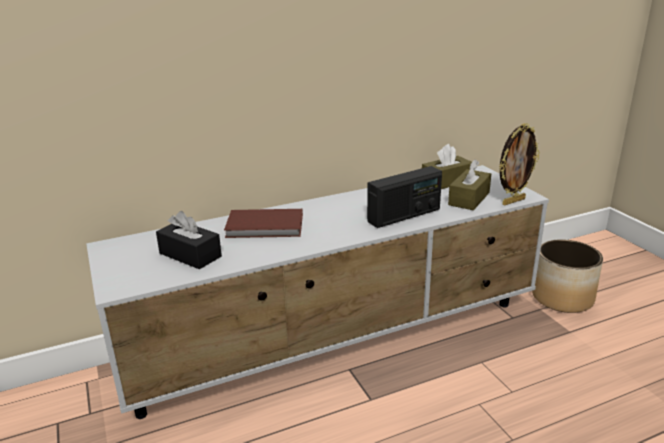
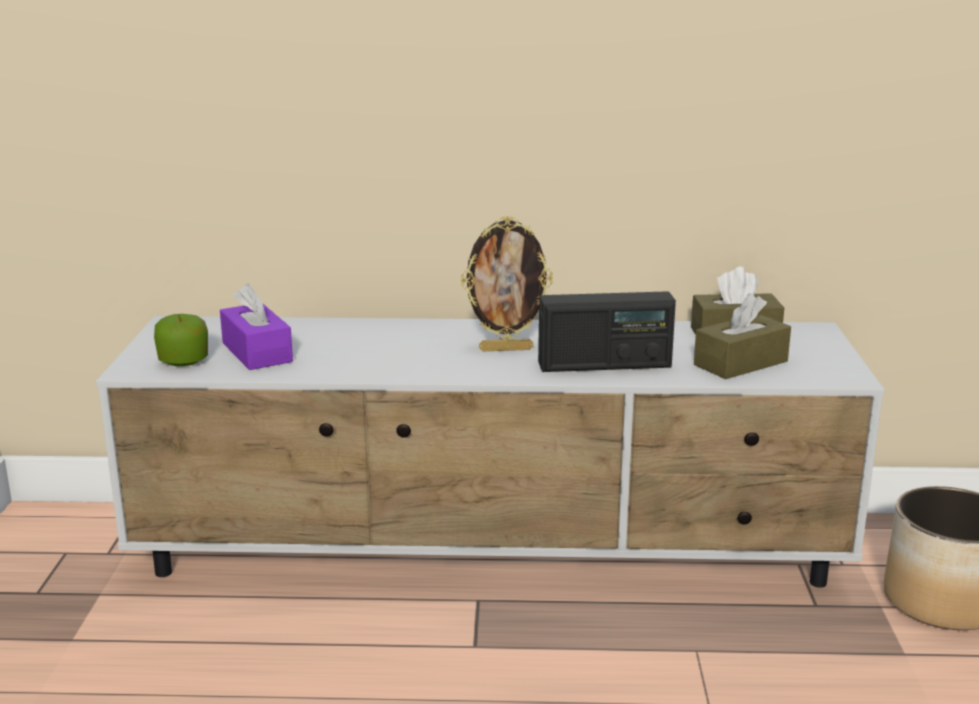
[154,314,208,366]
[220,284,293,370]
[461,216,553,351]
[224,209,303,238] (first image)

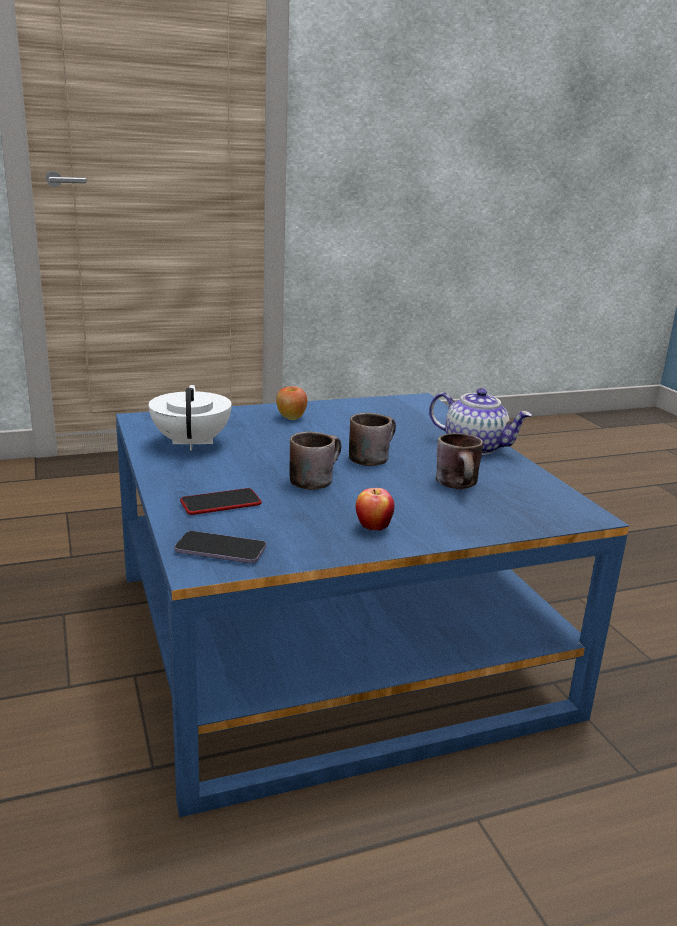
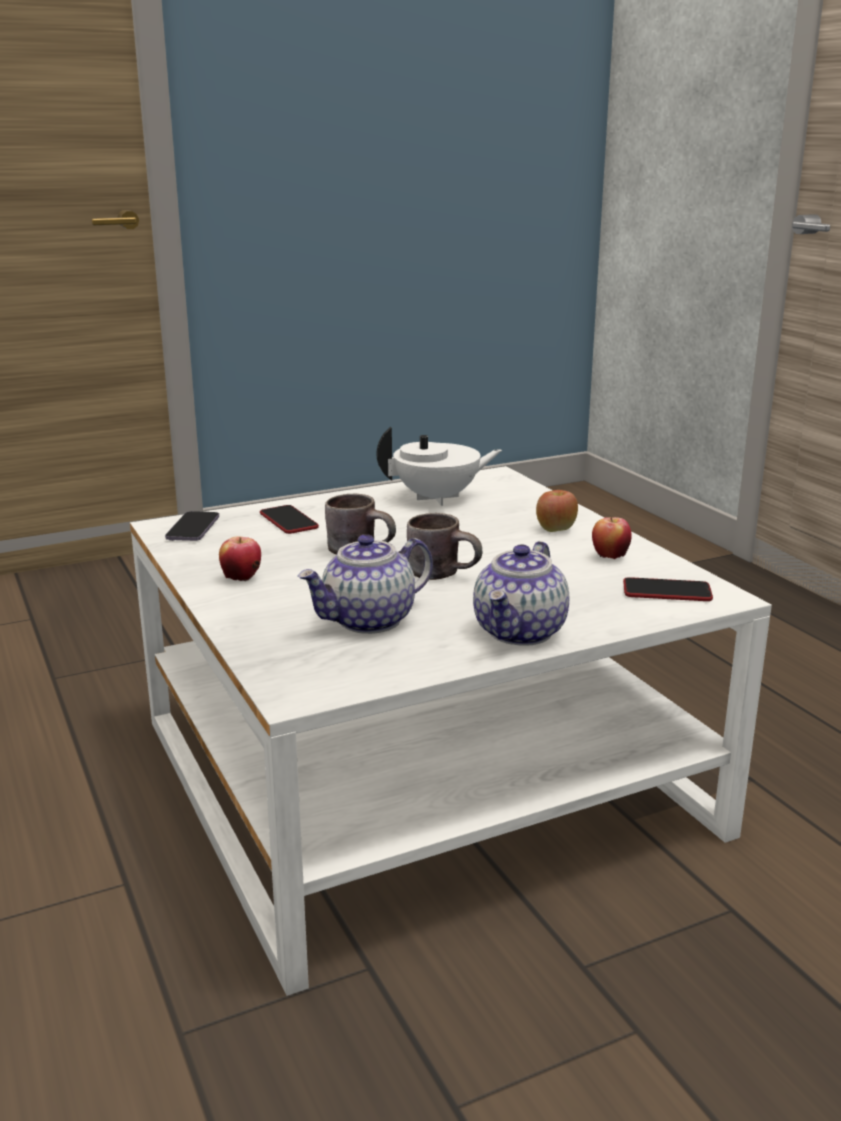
[130,466,772,996]
[298,534,433,634]
[592,517,632,559]
[623,577,713,601]

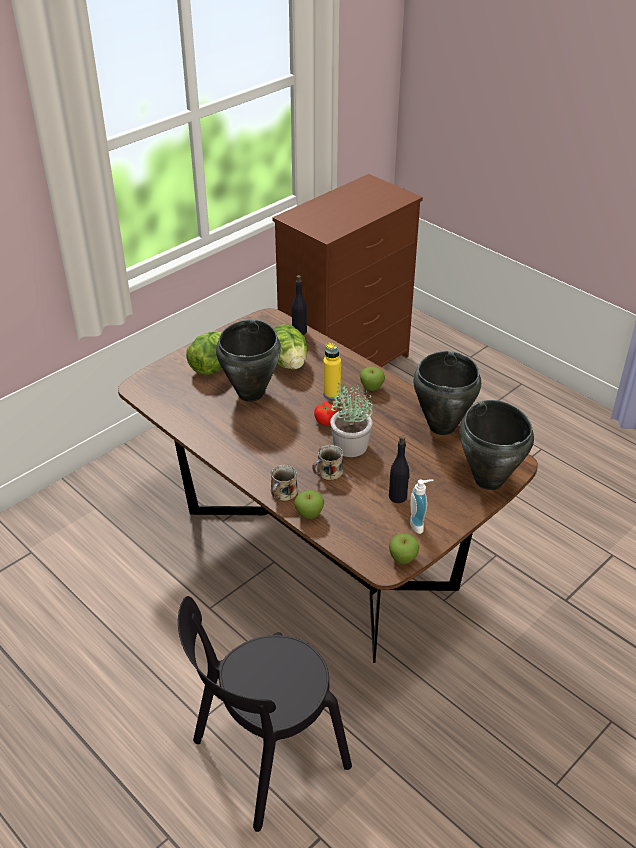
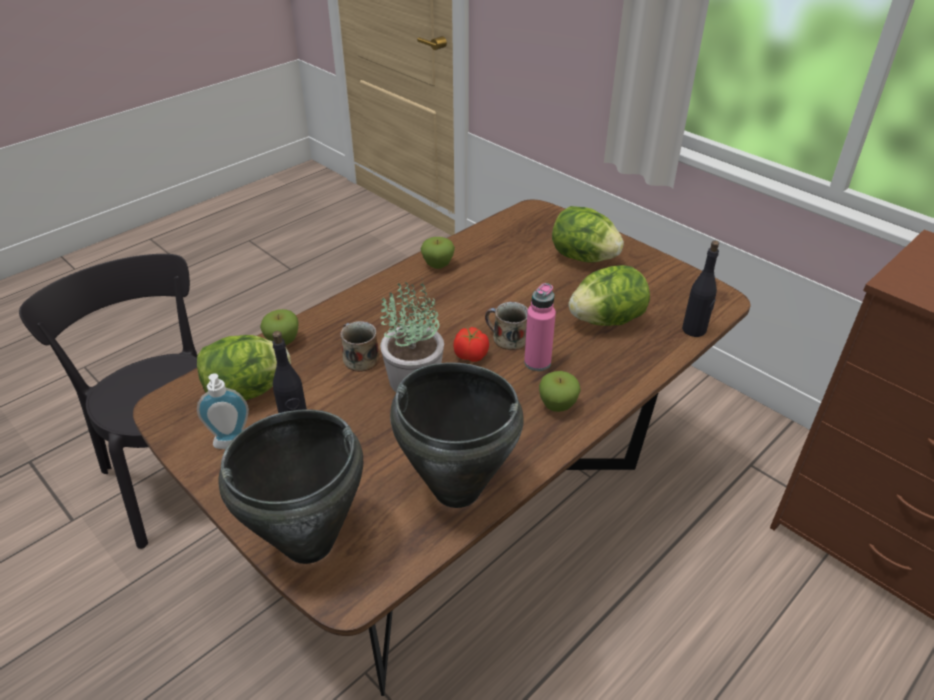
[197,335,291,401]
[421,237,455,269]
[485,302,528,350]
[524,283,556,371]
[216,319,281,402] (first image)

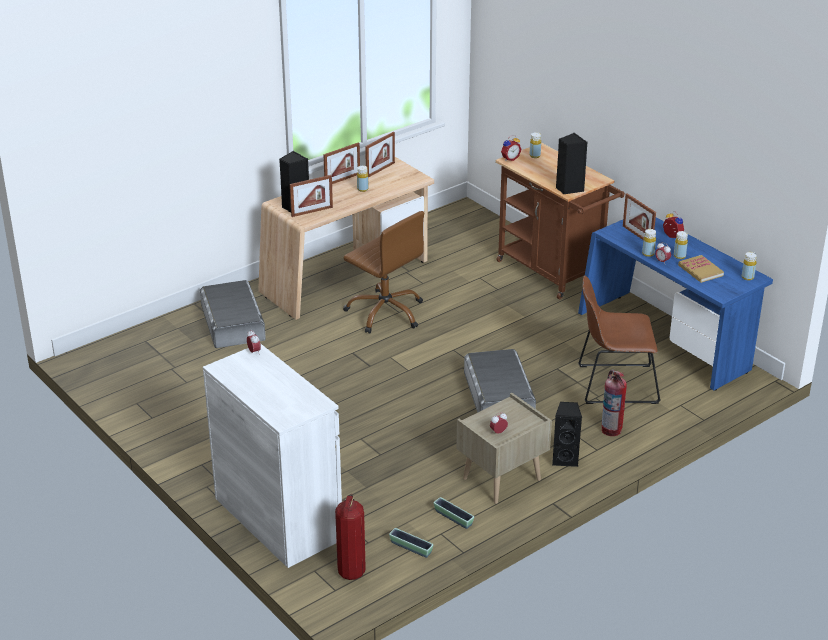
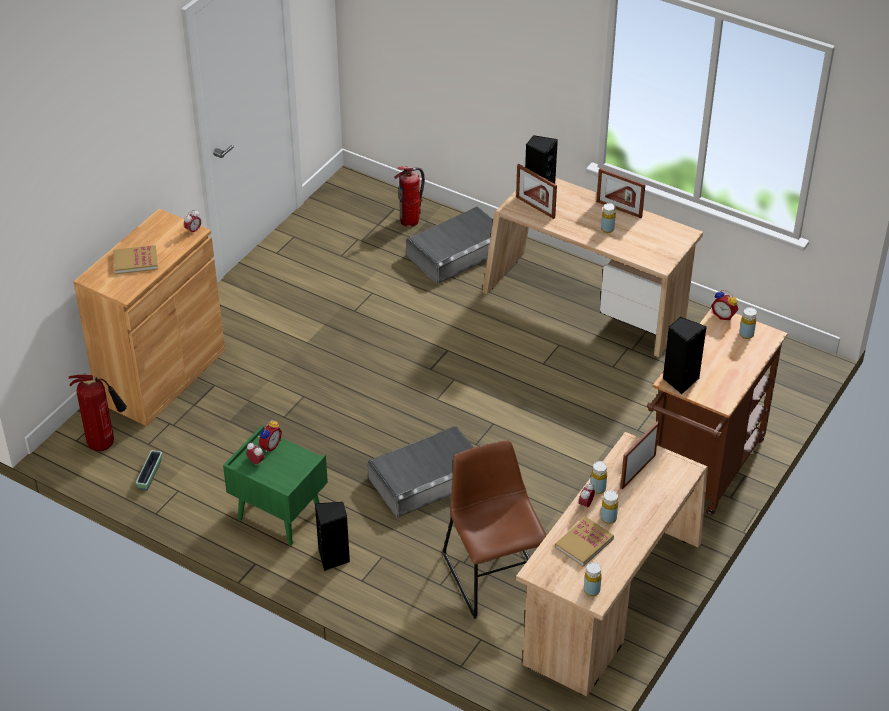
[73,209,225,426]
[113,245,158,274]
[223,426,328,545]
[257,420,282,452]
[394,166,425,227]
[516,432,708,696]
[343,211,424,334] (first image)
[365,132,395,178] (first image)
[433,497,474,529] (first image)

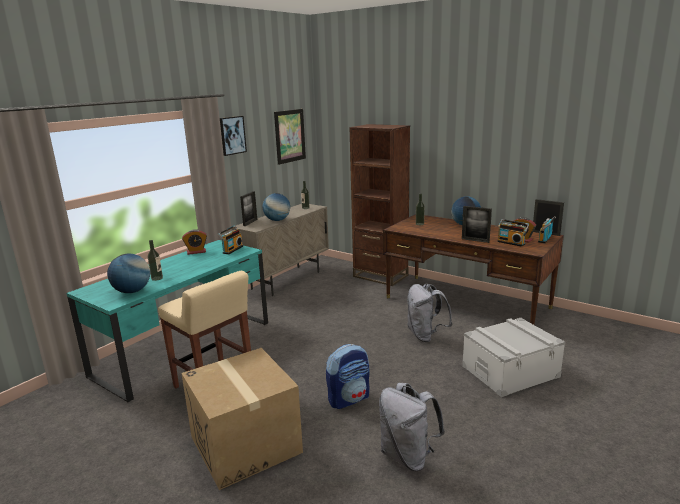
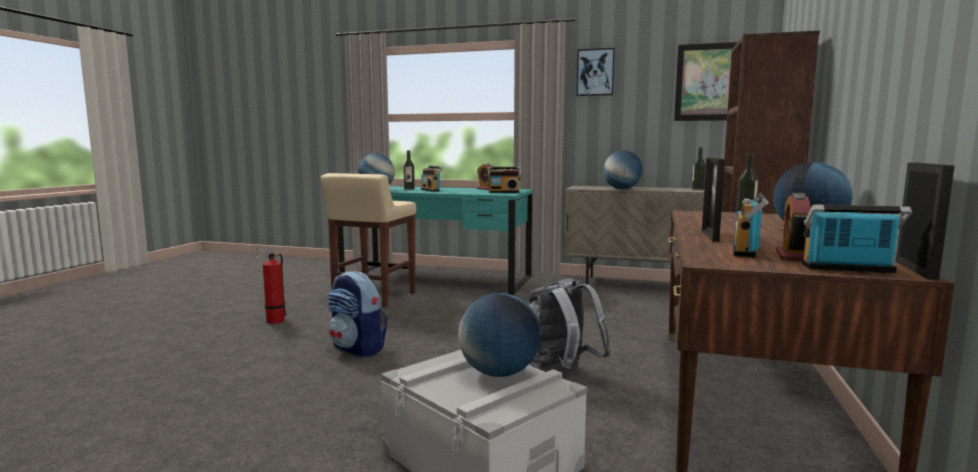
[255,248,286,324]
[421,166,443,192]
[458,293,541,377]
[240,191,257,226] (first image)
[379,383,445,471] (first image)

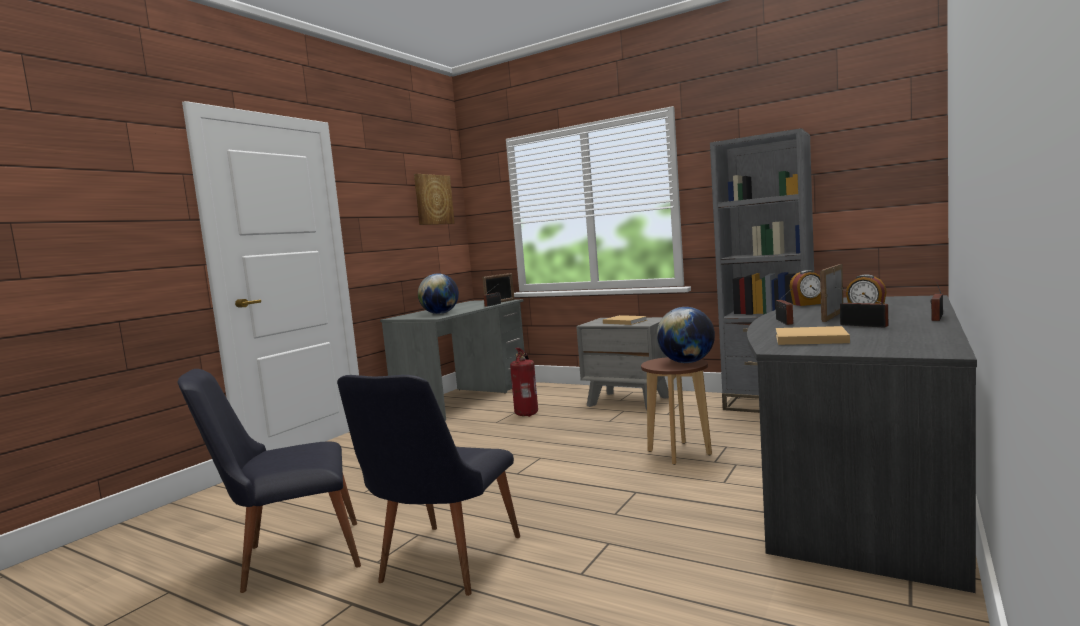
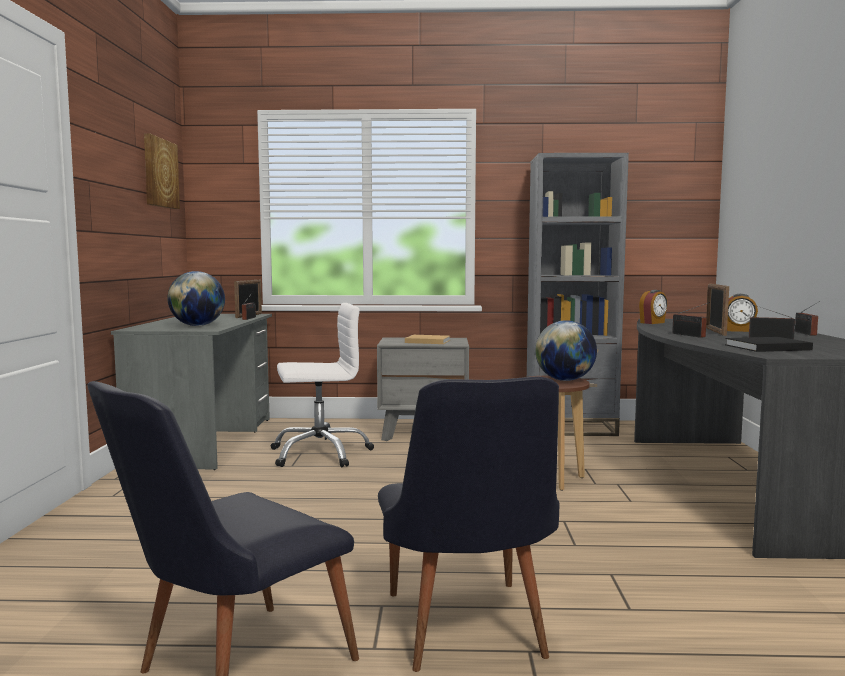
[271,303,374,467]
[725,337,813,352]

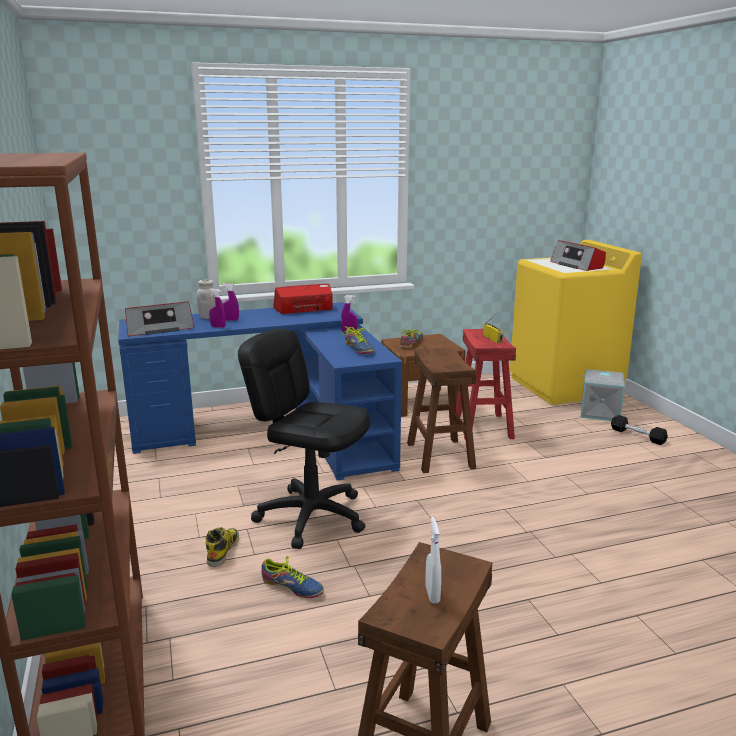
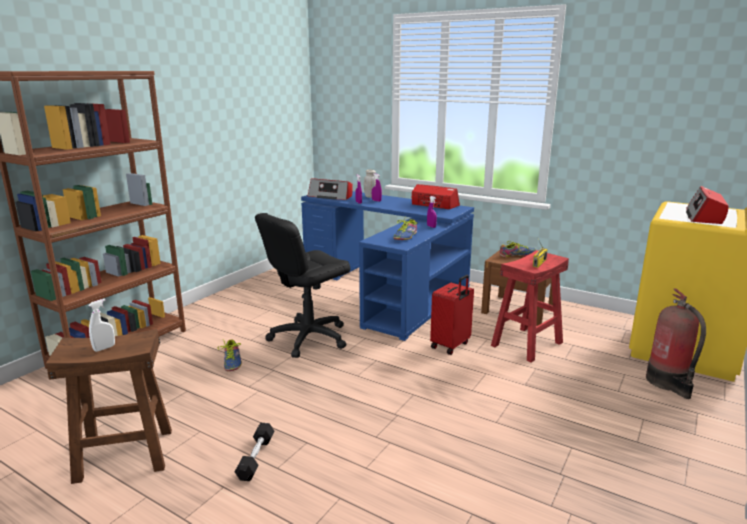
[235,423,274,481]
[255,213,350,358]
[430,275,474,355]
[646,288,706,399]
[206,527,239,567] (first image)

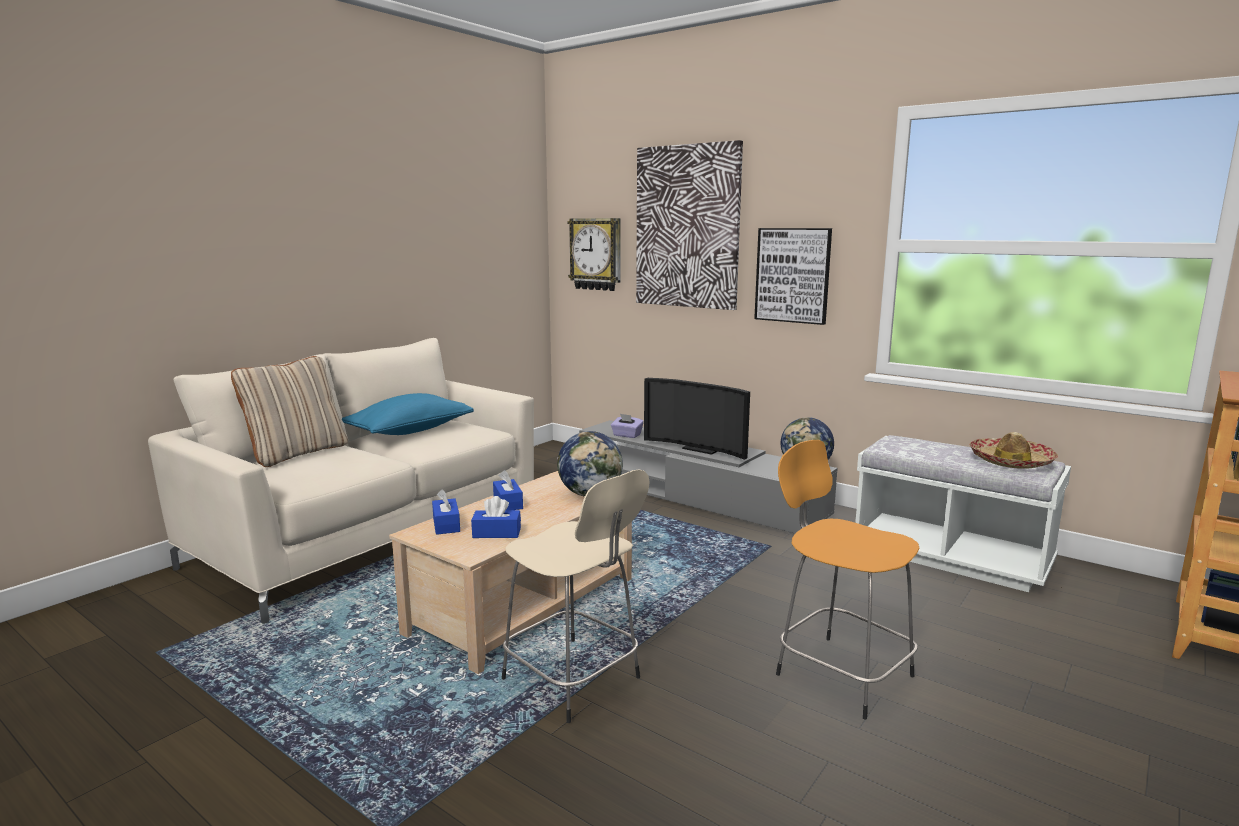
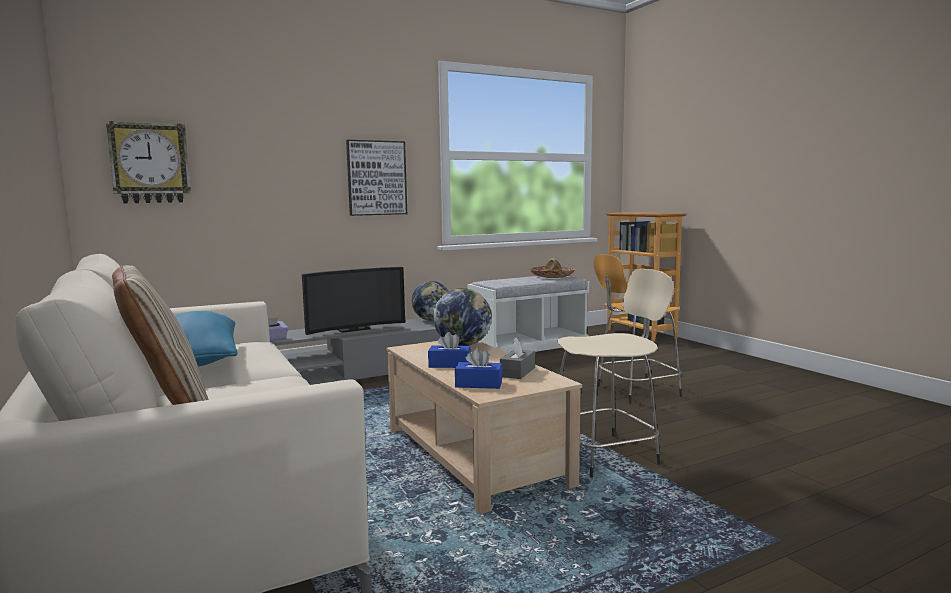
[500,338,535,379]
[636,140,743,310] (first image)

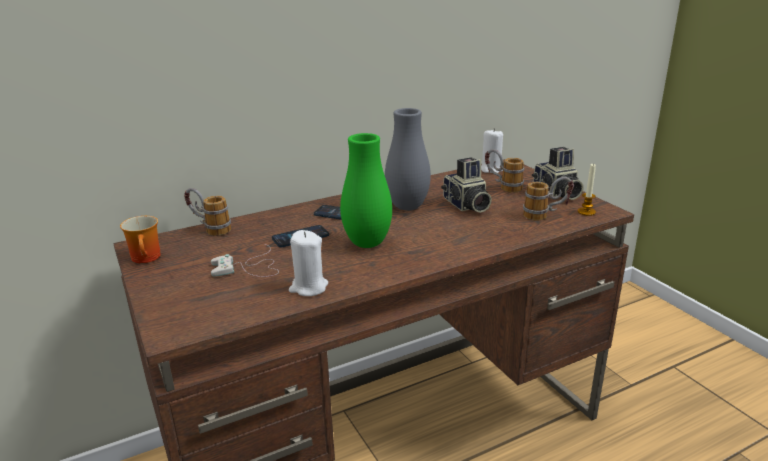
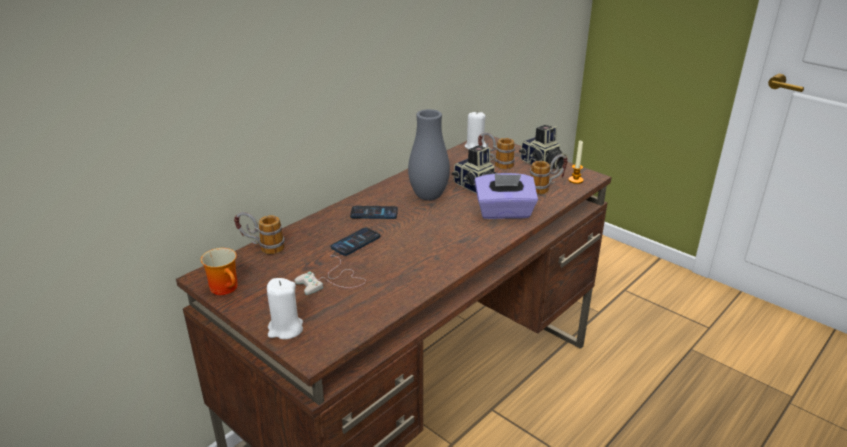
[267,278,303,339]
[474,173,538,219]
[340,133,392,248] (first image)

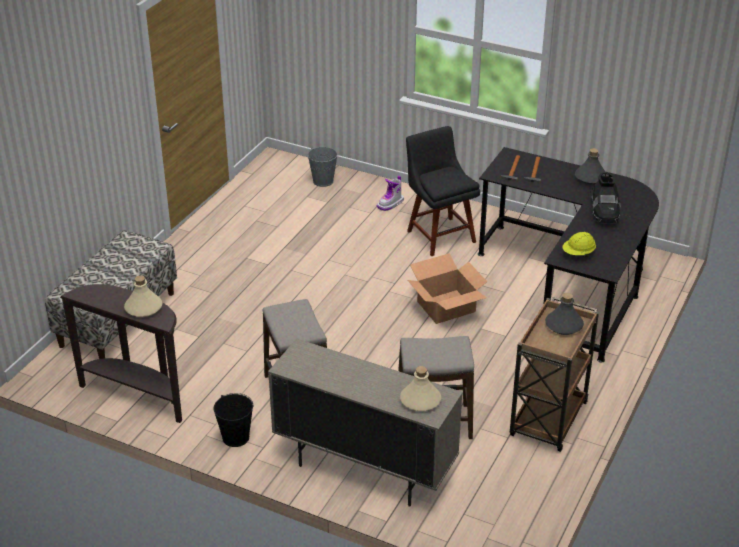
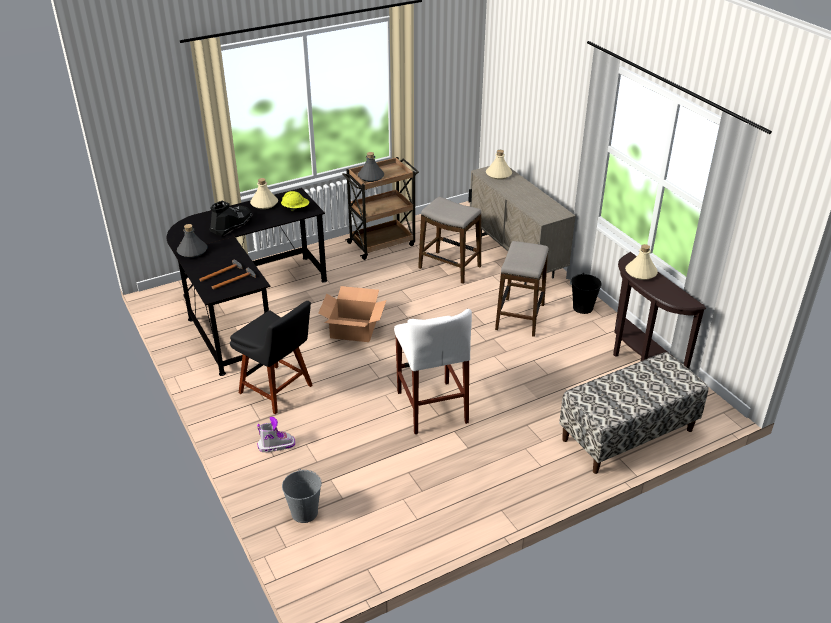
[230,301,313,414]
[250,178,278,209]
[394,309,472,434]

